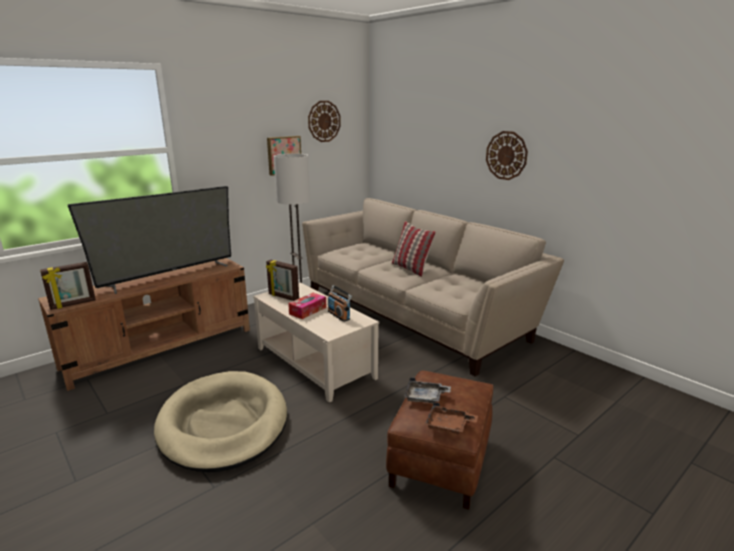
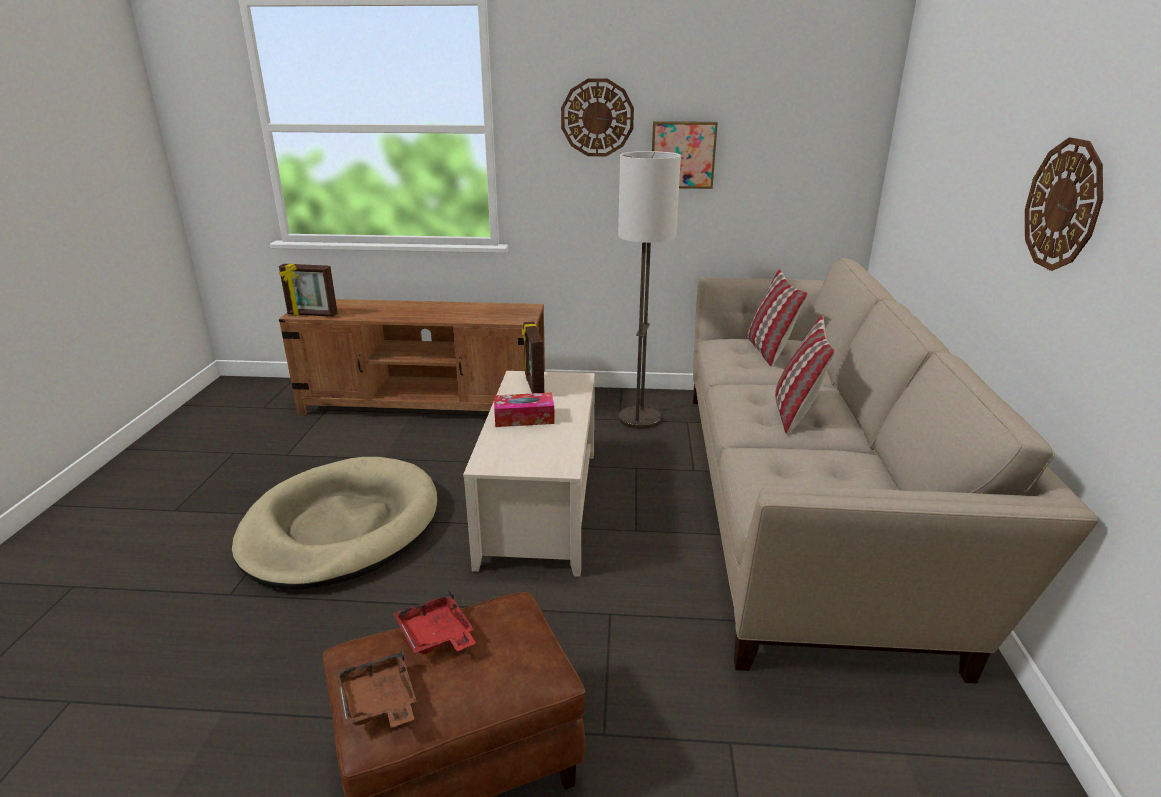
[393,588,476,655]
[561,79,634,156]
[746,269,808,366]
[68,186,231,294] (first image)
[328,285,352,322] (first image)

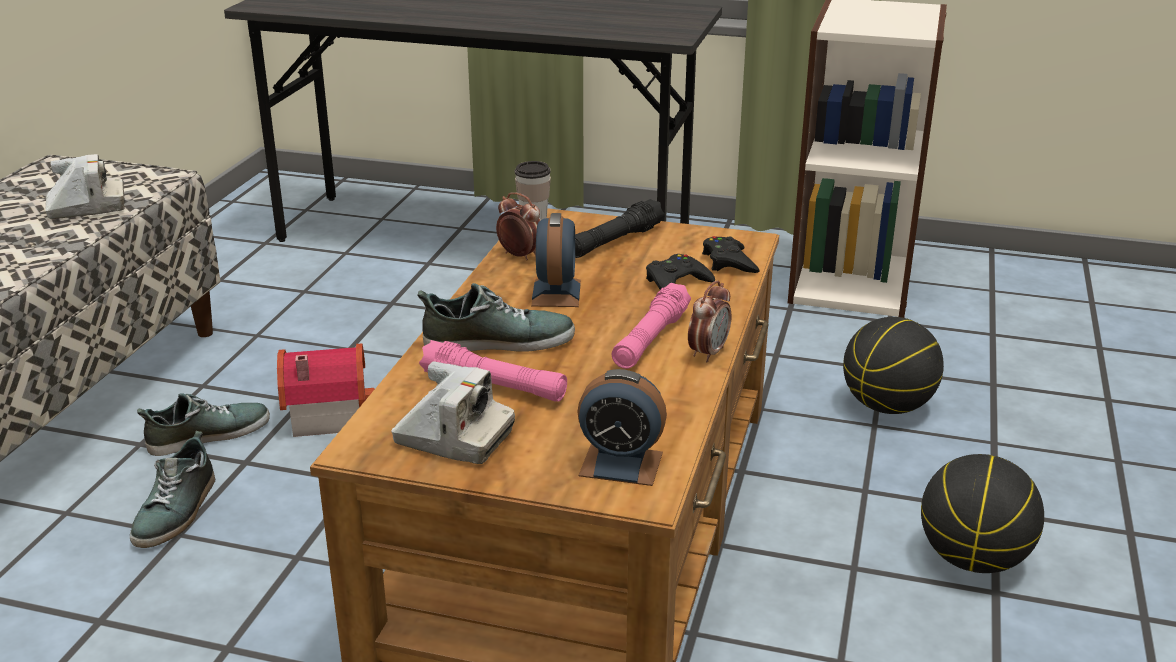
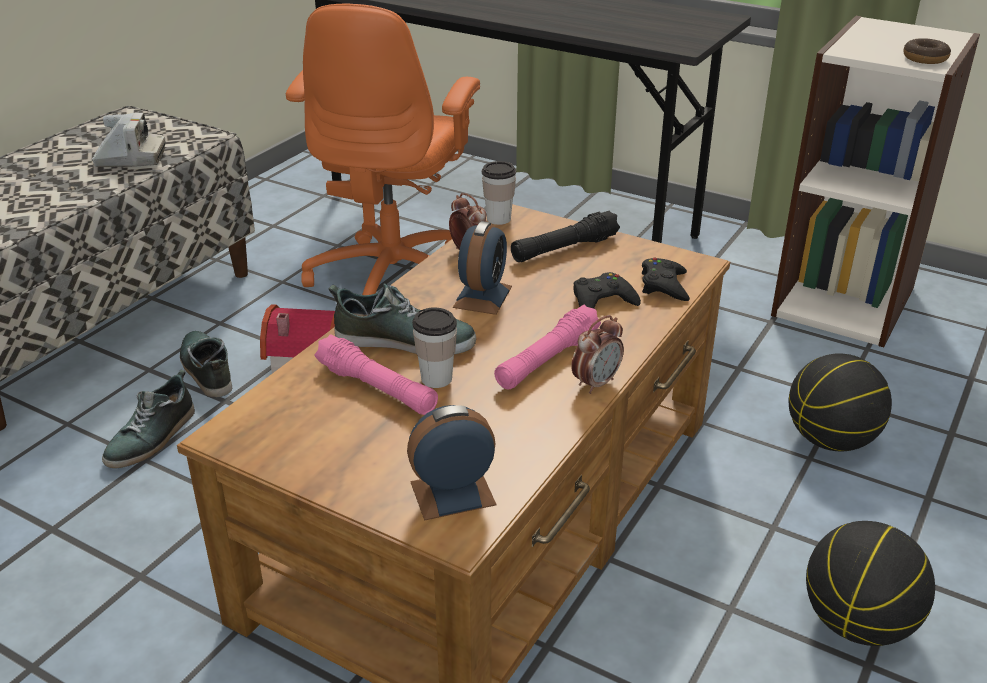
[180,331,232,398]
[286,4,480,295]
[407,405,497,521]
[412,307,457,388]
[903,38,951,64]
[391,361,515,464] (first image)

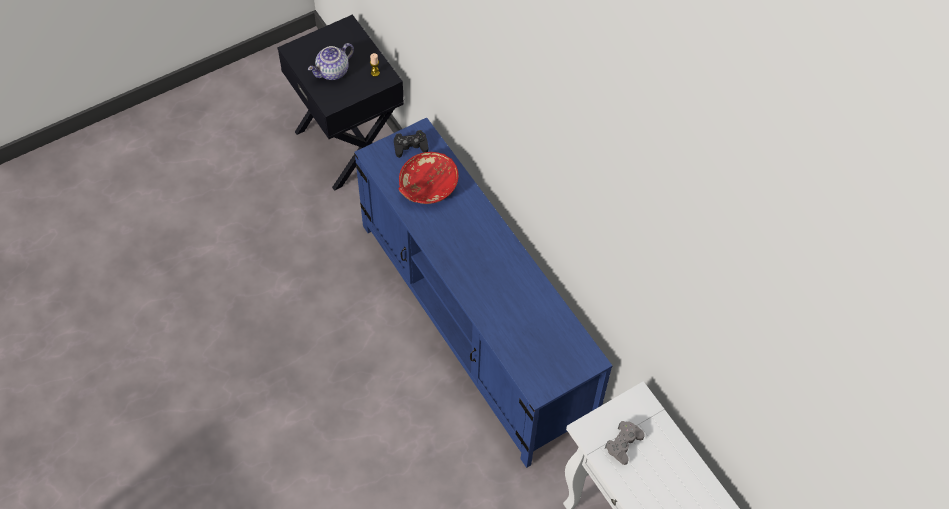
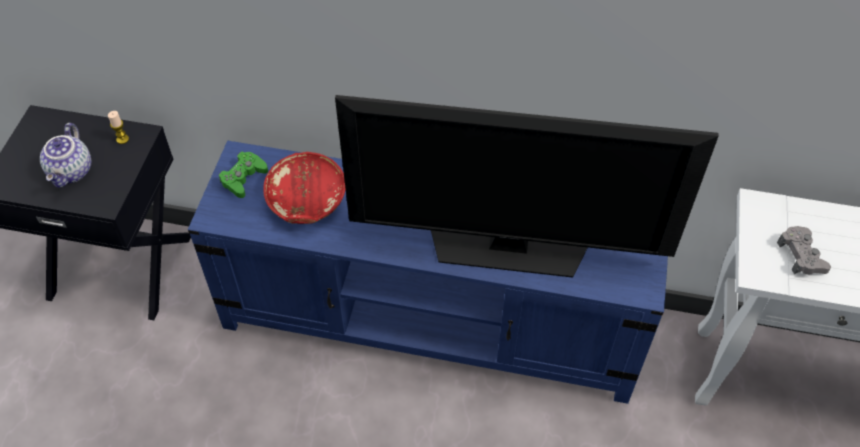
[219,152,268,198]
[335,95,719,278]

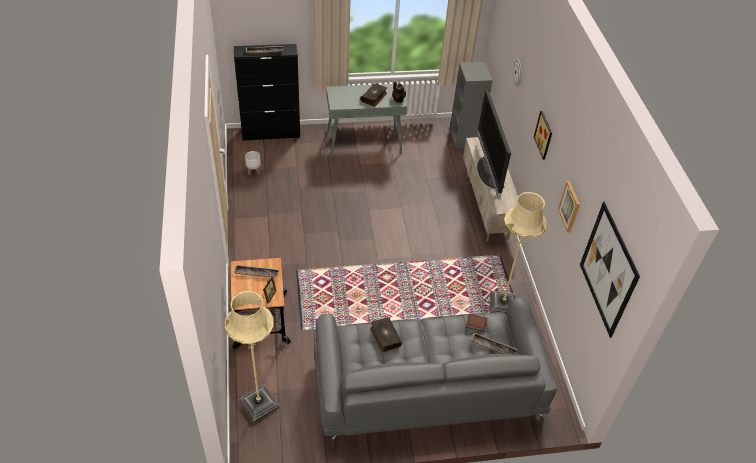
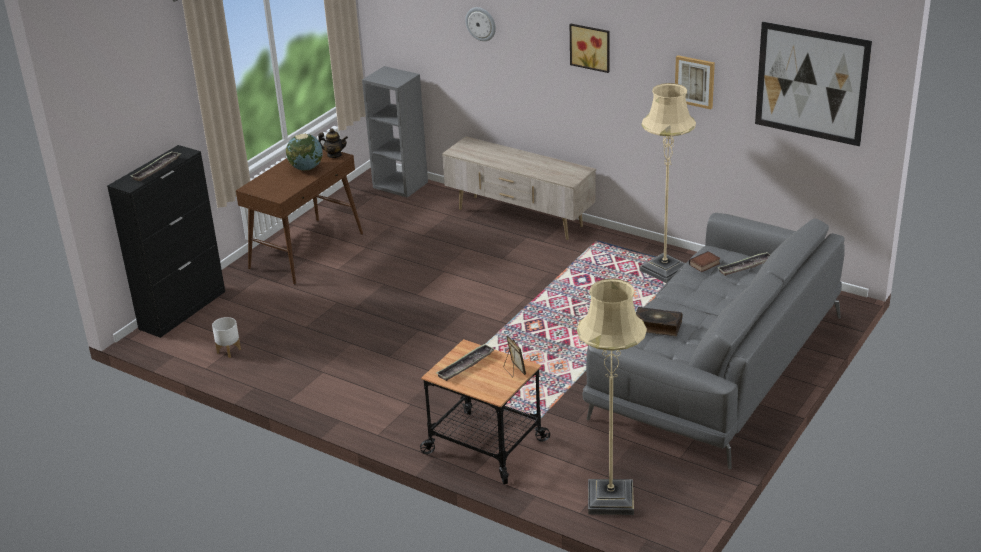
[236,149,363,284]
[286,134,323,171]
[477,90,511,200] (first image)

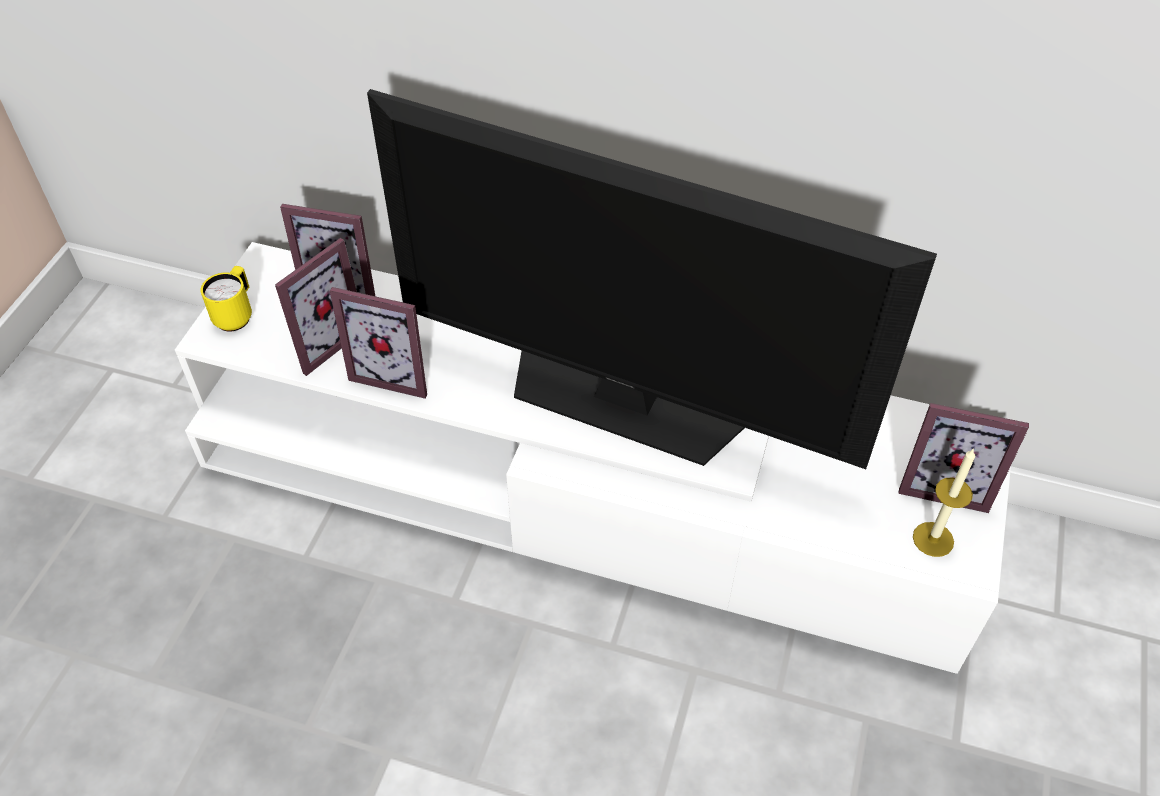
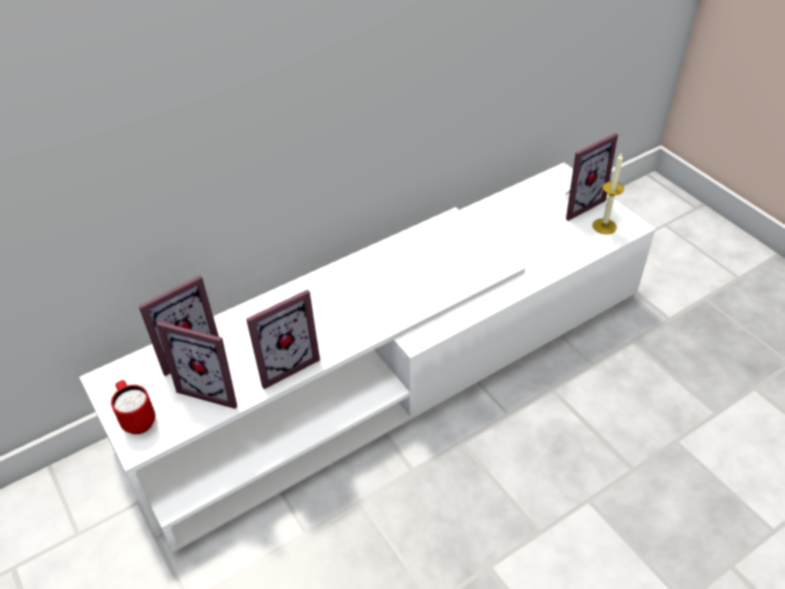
[111,380,155,434]
[156,321,237,409]
[367,89,937,469] (first image)

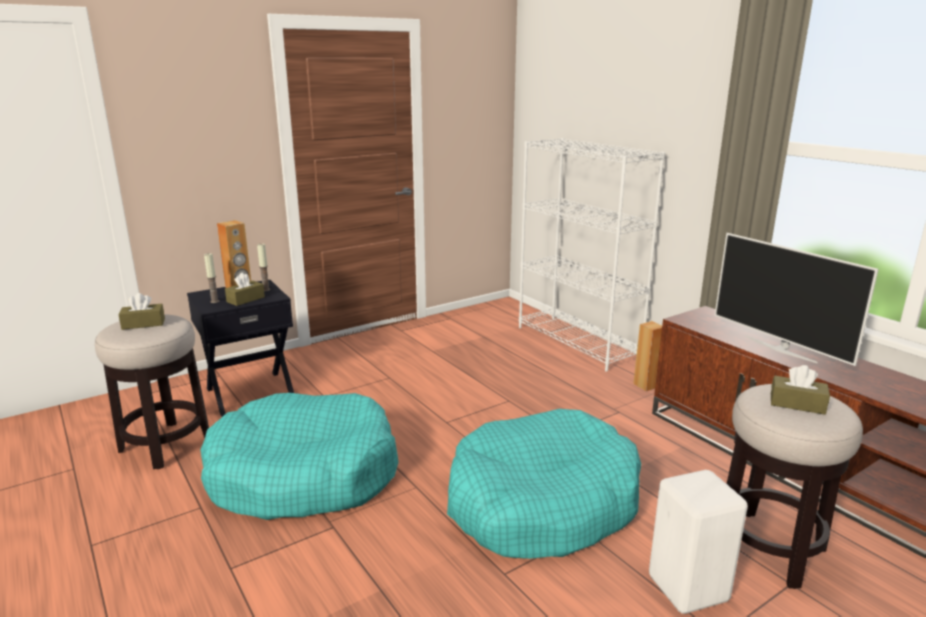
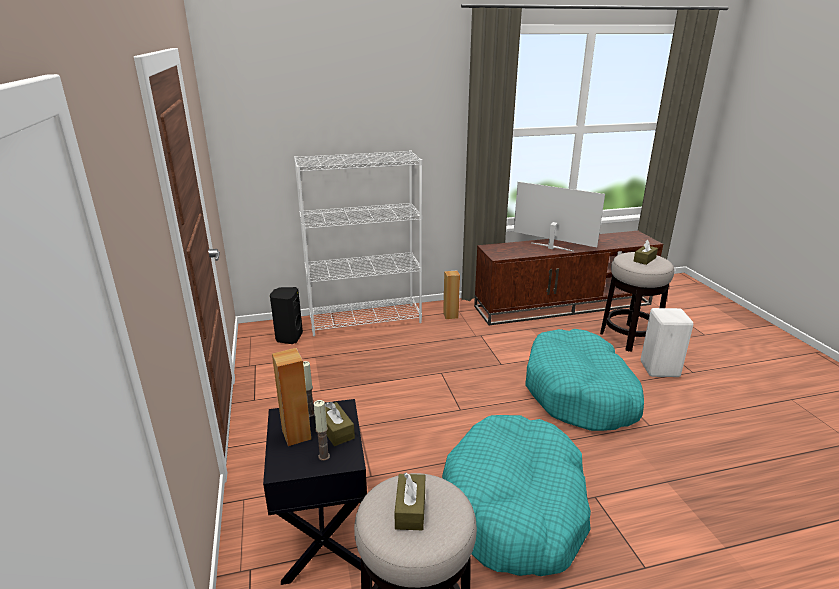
[270,287,303,344]
[514,182,605,252]

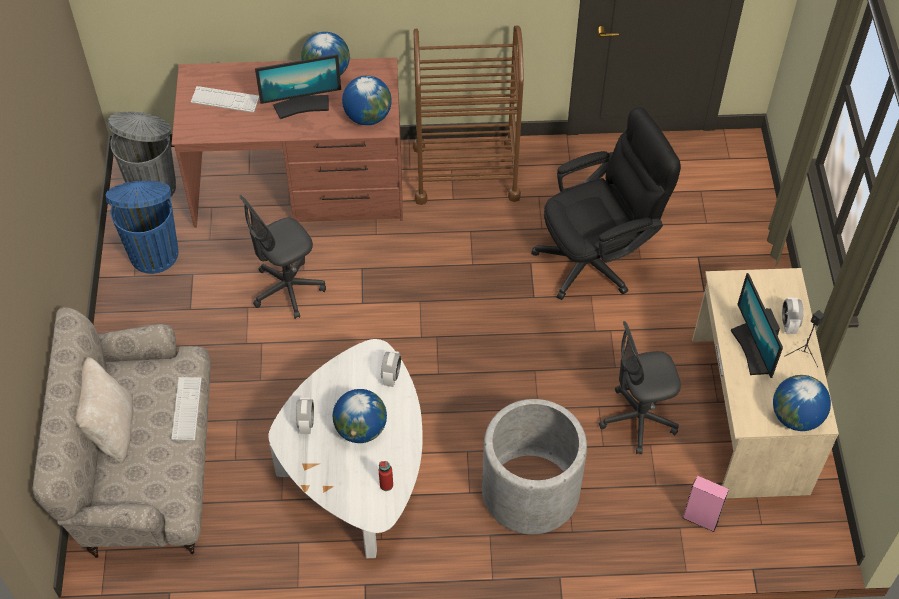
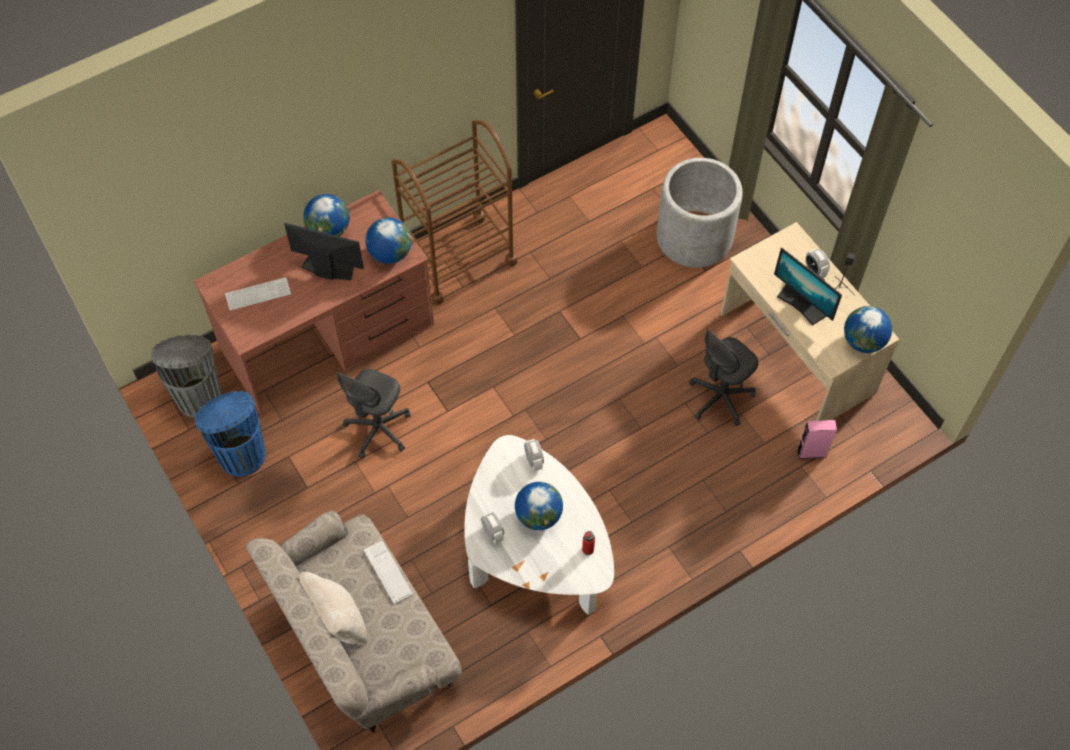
[284,223,364,280]
[656,158,743,268]
[531,107,681,300] (first image)

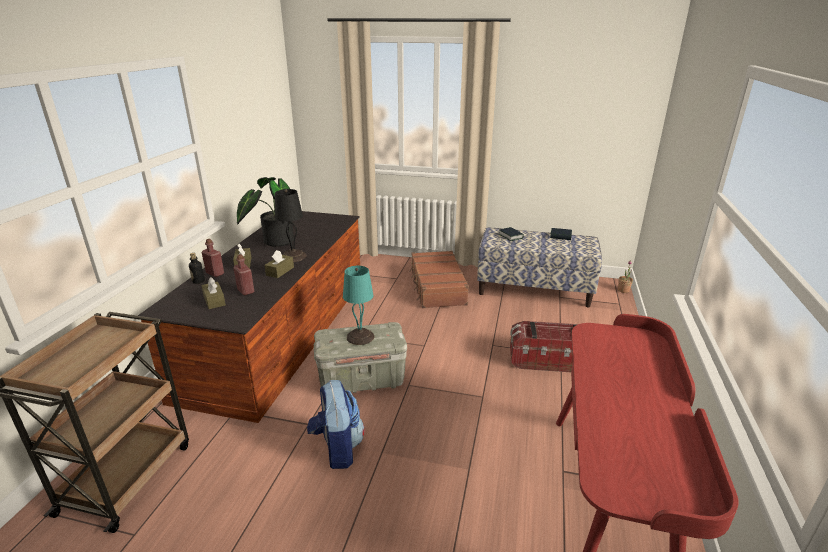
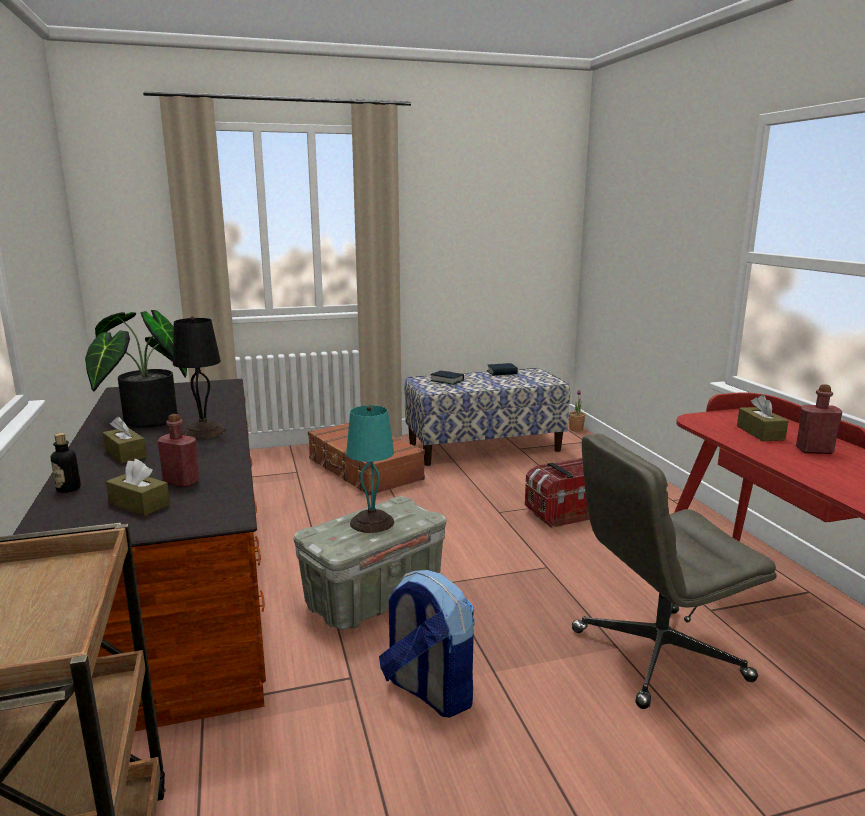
[572,433,777,709]
[737,395,788,441]
[796,385,842,454]

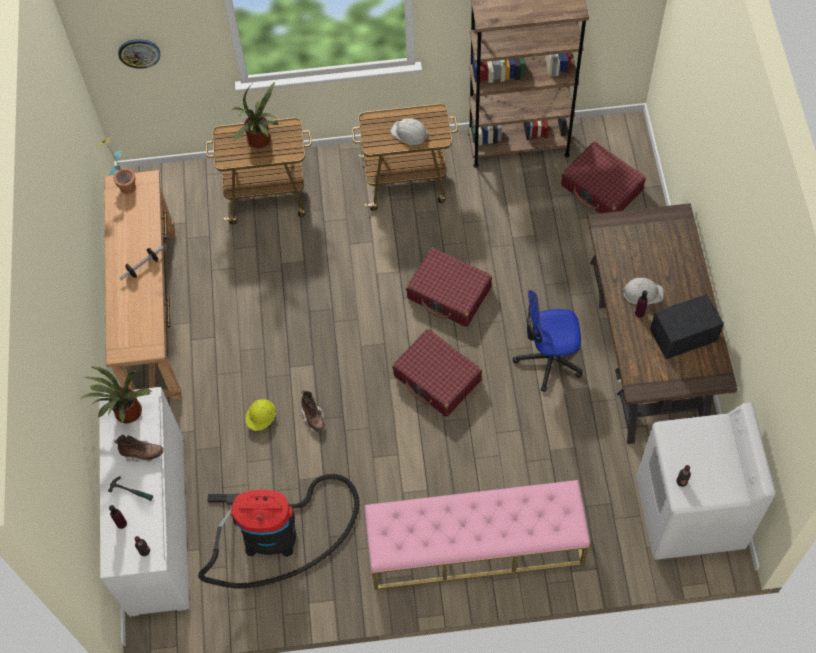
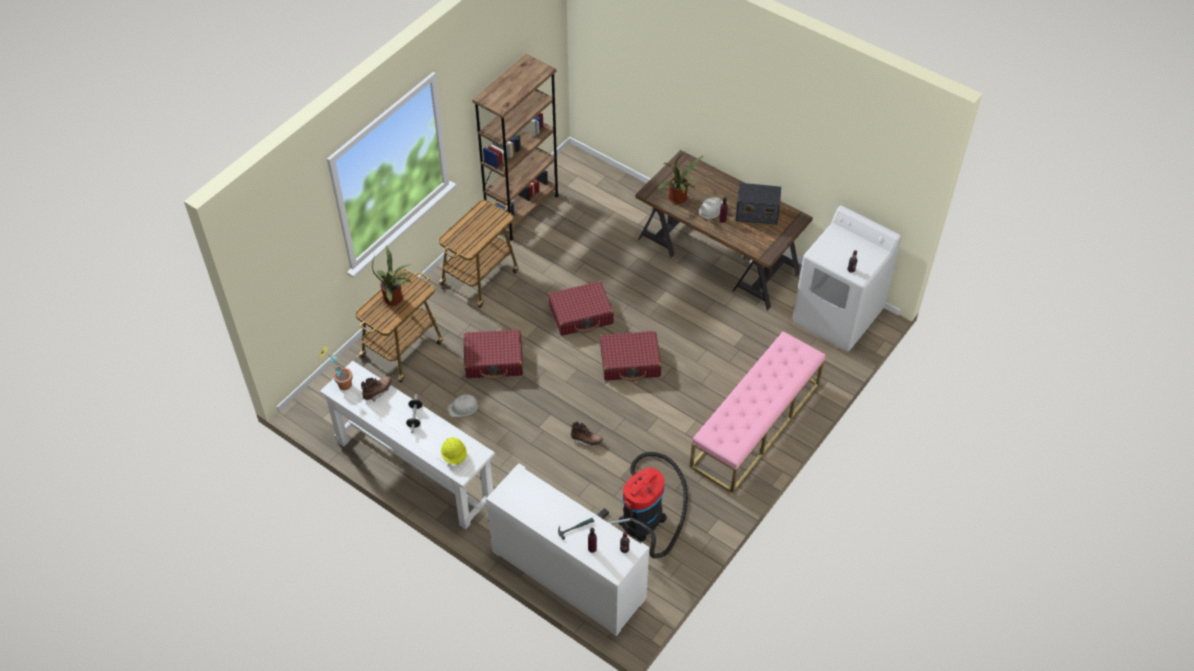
[320,361,495,529]
[361,376,392,402]
[441,438,467,465]
[447,394,479,417]
[464,329,523,380]
[657,151,703,204]
[736,183,781,225]
[118,39,160,69] (first image)
[513,290,583,392] (first image)

